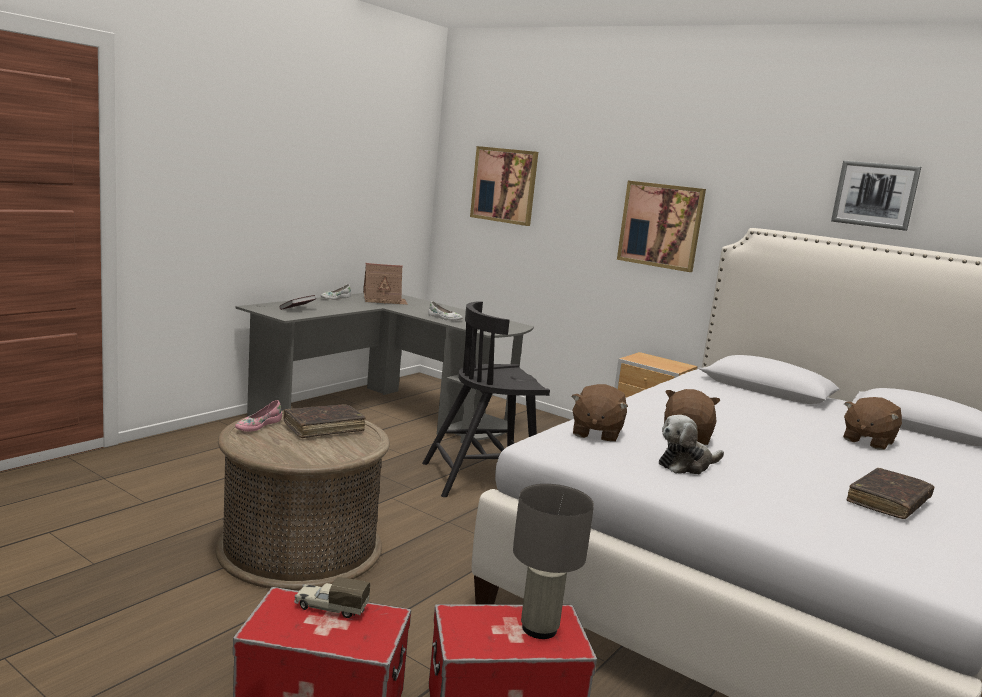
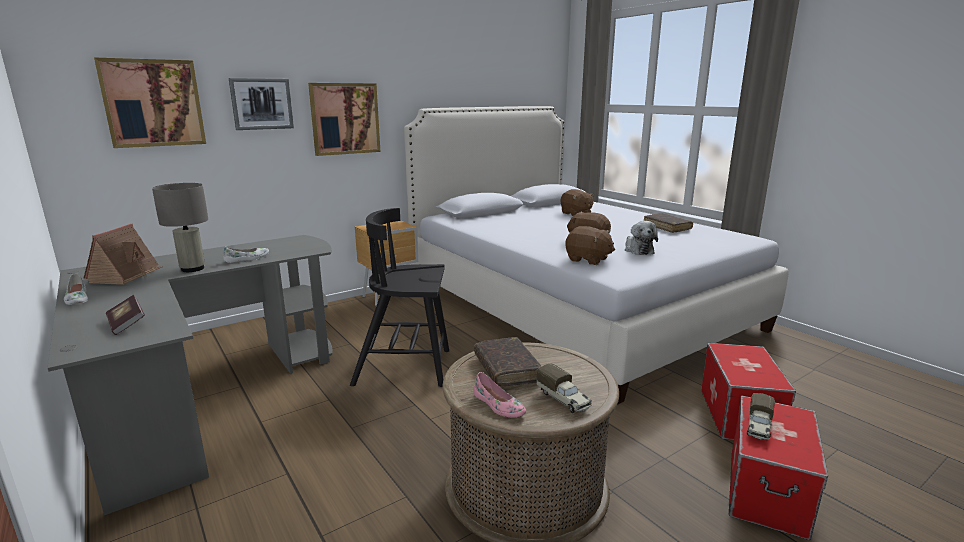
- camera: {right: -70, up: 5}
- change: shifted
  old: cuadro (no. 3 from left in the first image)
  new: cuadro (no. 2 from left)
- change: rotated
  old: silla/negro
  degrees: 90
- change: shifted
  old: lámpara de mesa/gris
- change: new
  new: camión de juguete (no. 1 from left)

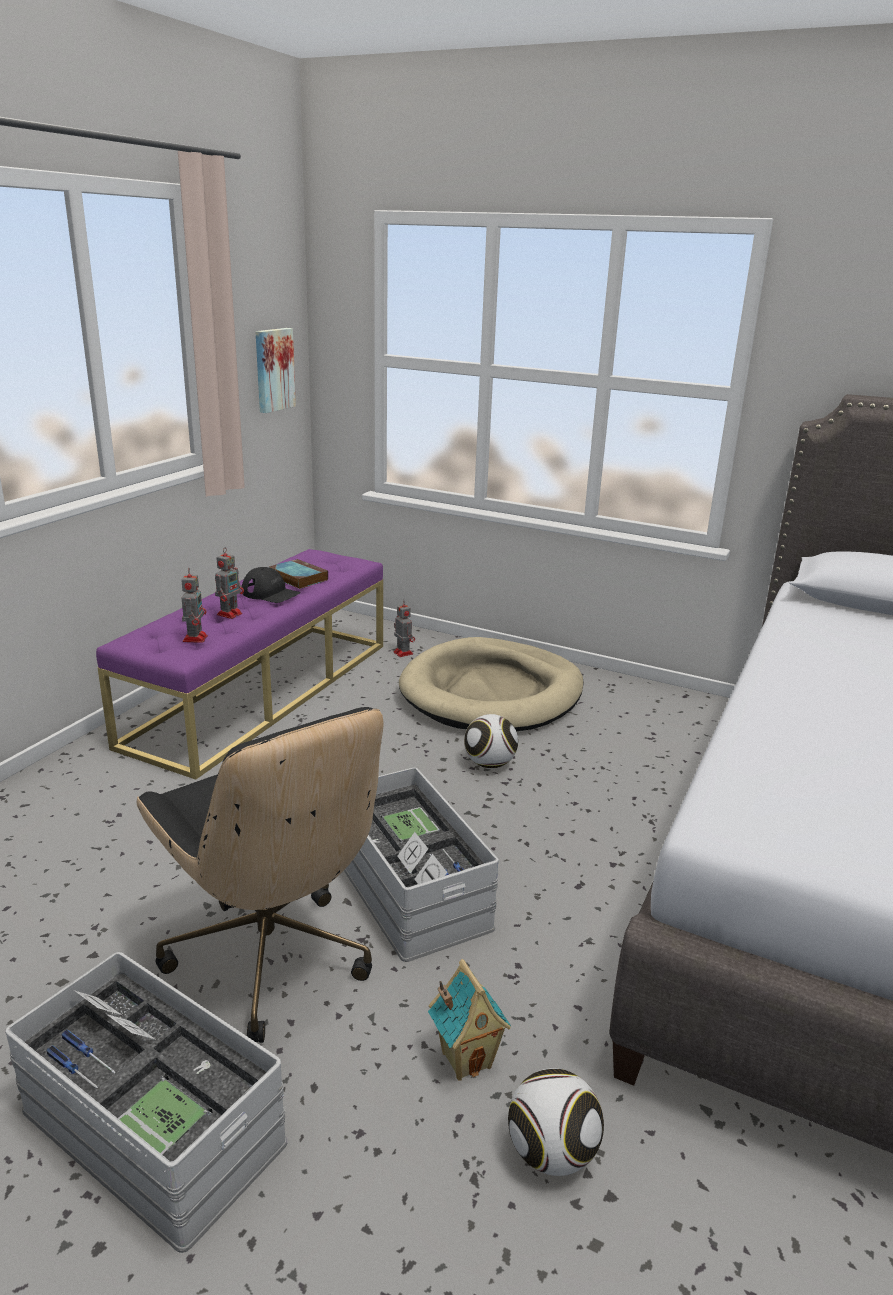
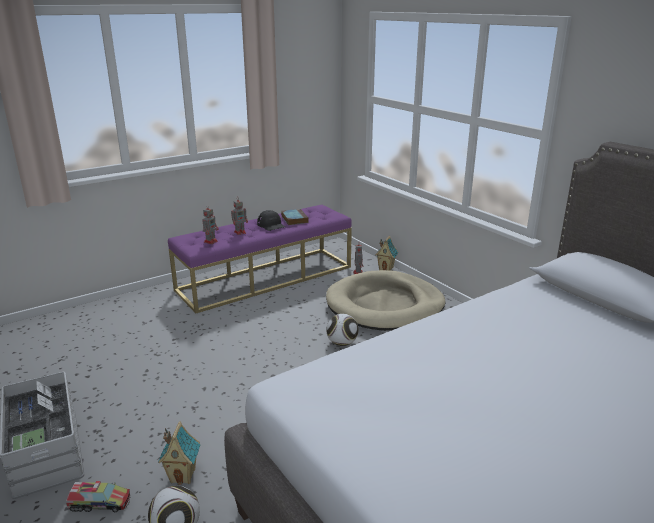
- camera: {right: 30, up: 0}
- change: gone
  old: cuadro
- change: gone
  old: silla de oficina/negro
- change: gone
  old: caja de almacenaje/gris (no. 2 from left)
- change: new
  new: casita (no. 2 from left)
- change: new
  new: camión de juguete

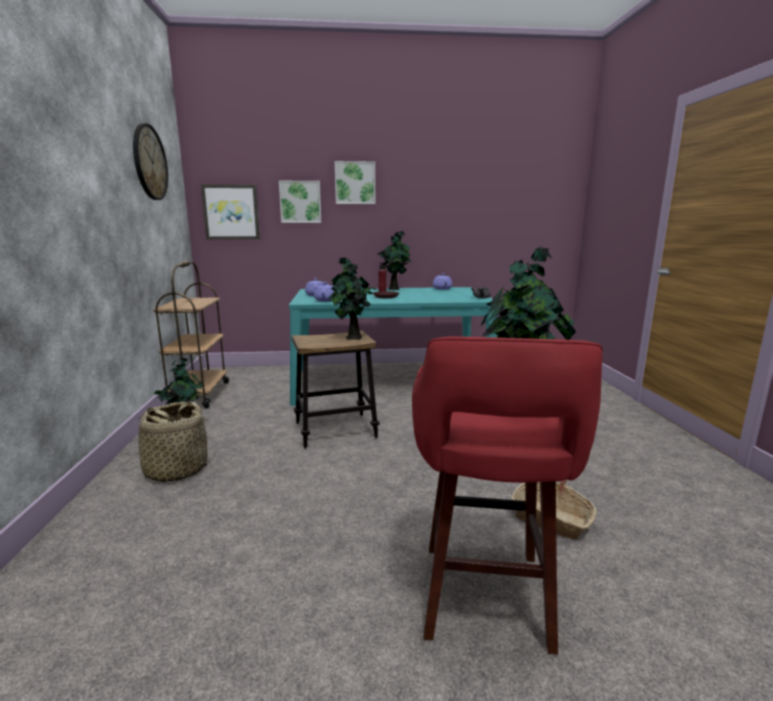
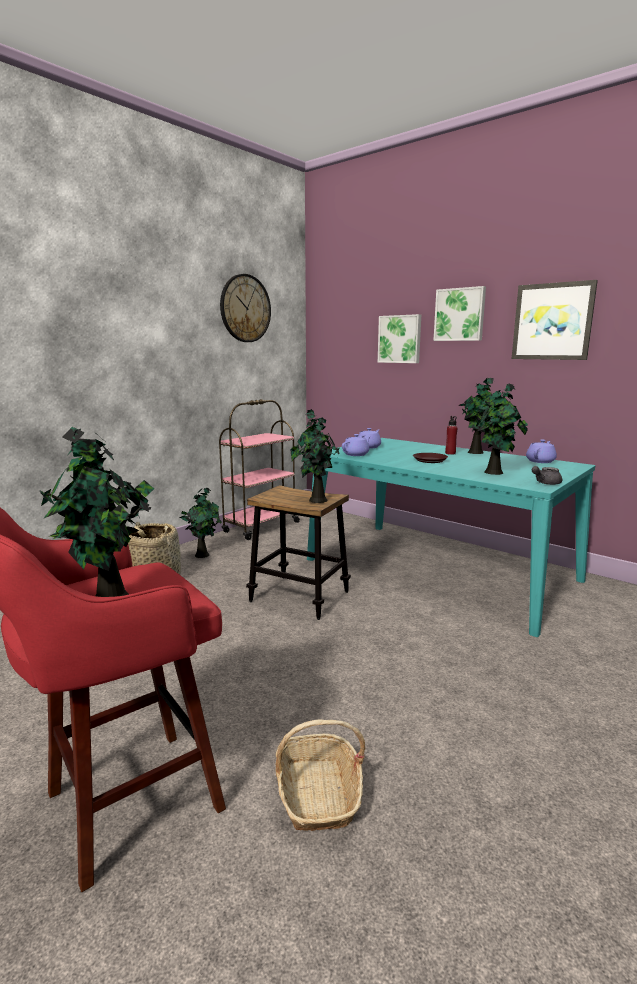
- camera: {right: 45, up: 0}
- change: shifted
  old: cuadro (no. 1 from left in the first image)
  new: cuadro (no. 3 from left)
- change: repainted
  old: carrito/marrón
  new: carrito/rosa
- change: new
  new: planta en maceta (no. 5 from left)

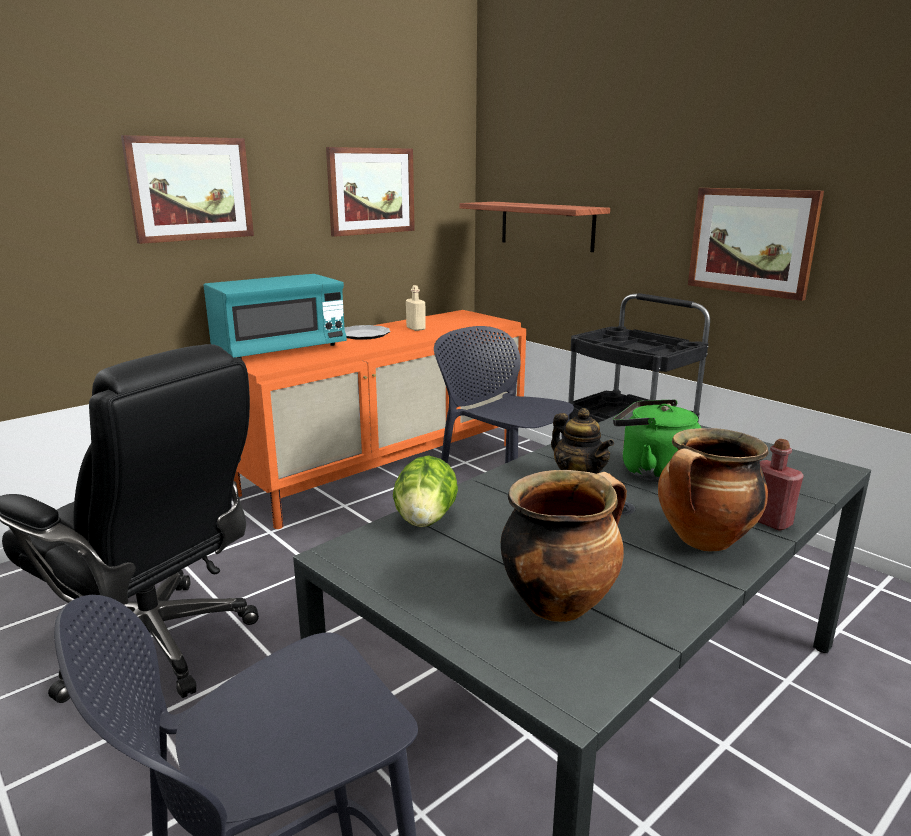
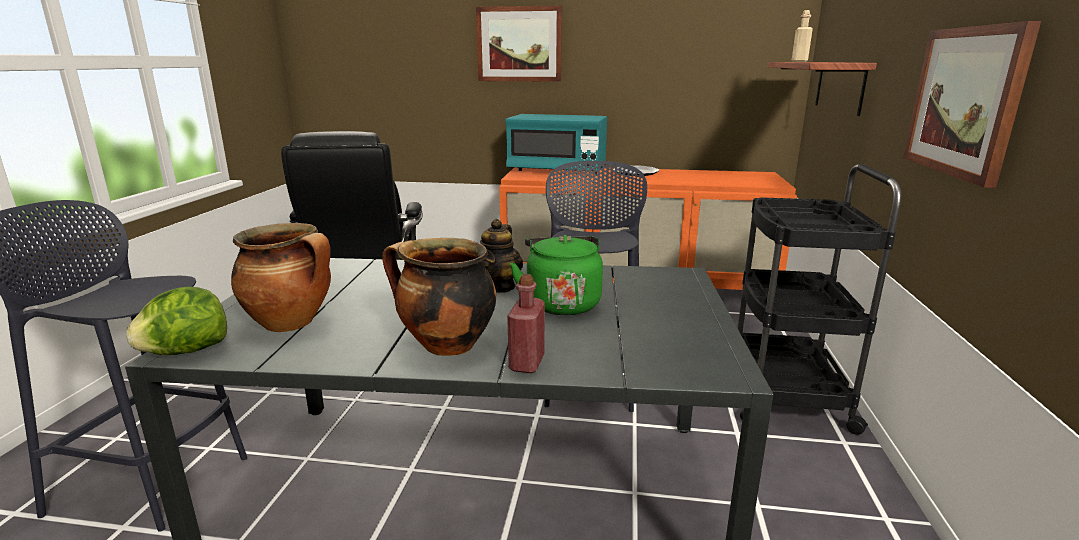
- camera: {right: 50, up: 0}
- change: gone
  old: cuadro (no. 2 from left)
- change: shifted
  old: botella/beis
- change: shifted
  old: lechuga

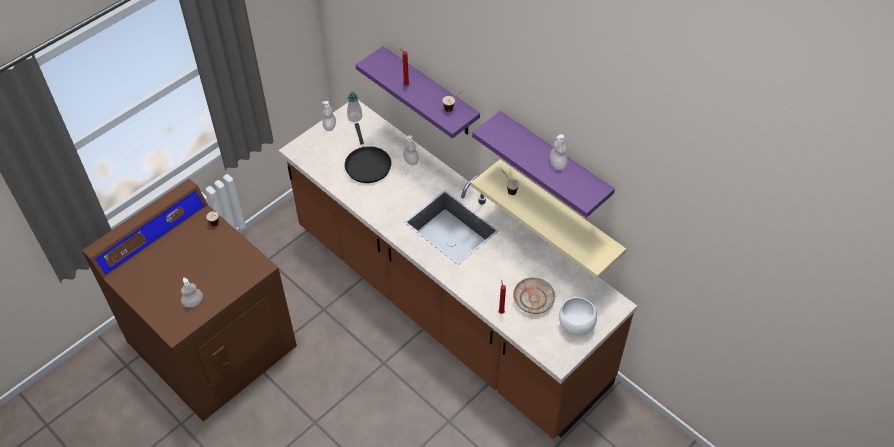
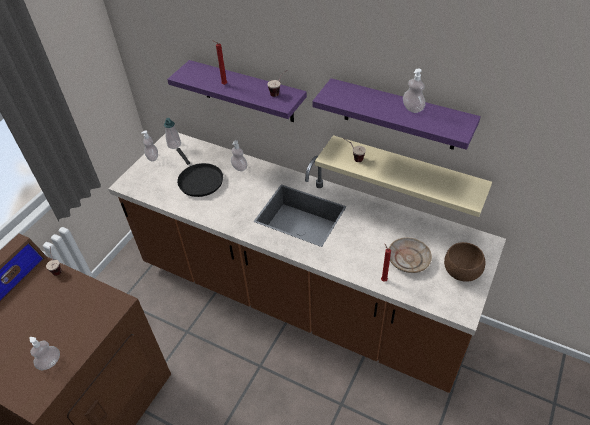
- camera: {right: -15, up: -5}
- change: repainted
  old: cuenco/blanco
  new: cuenco/marrón

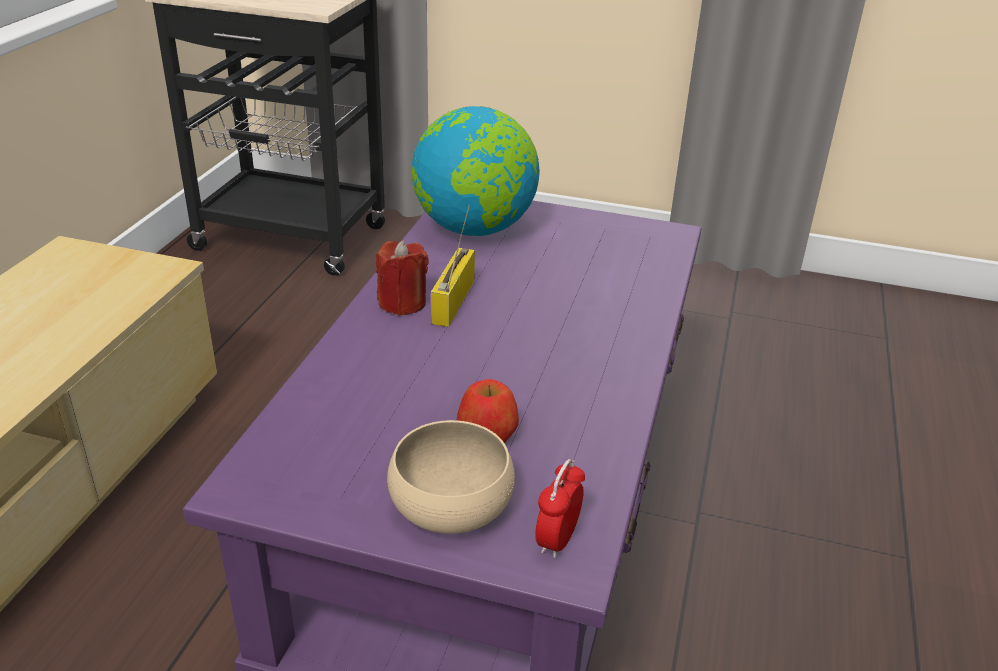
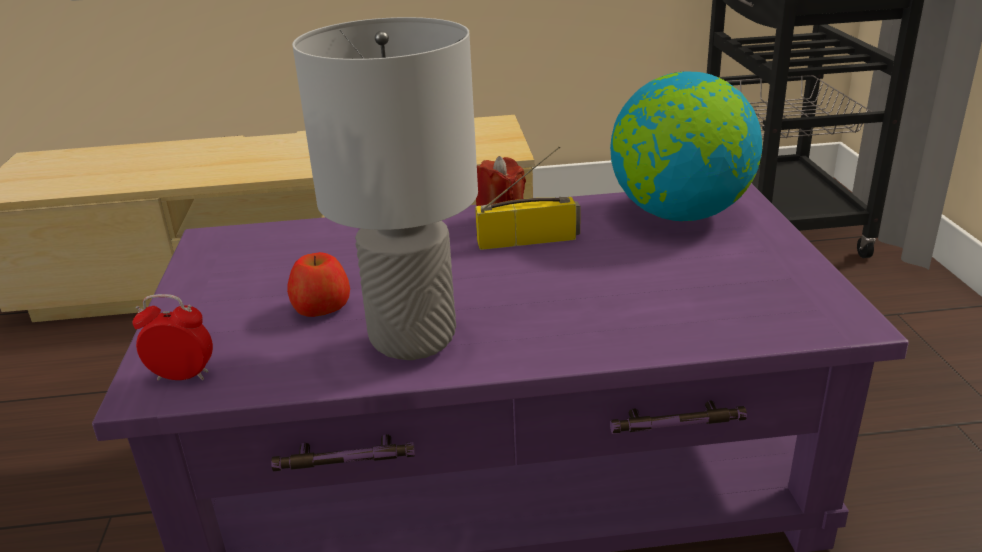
- camera: {right: 70, up: -5}
- change: gone
  old: cuenco/beis
- change: new
  new: lámpara de mesa/gris

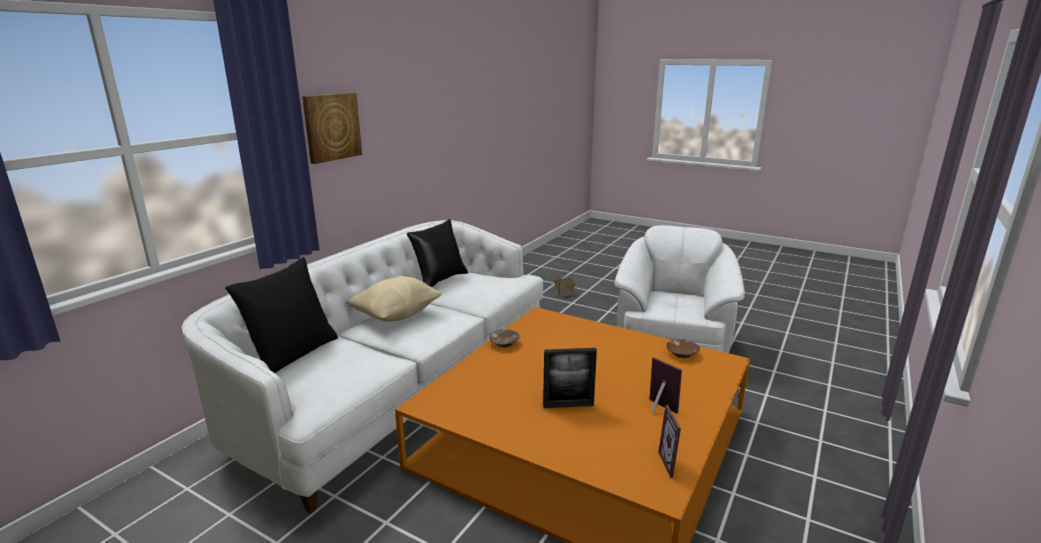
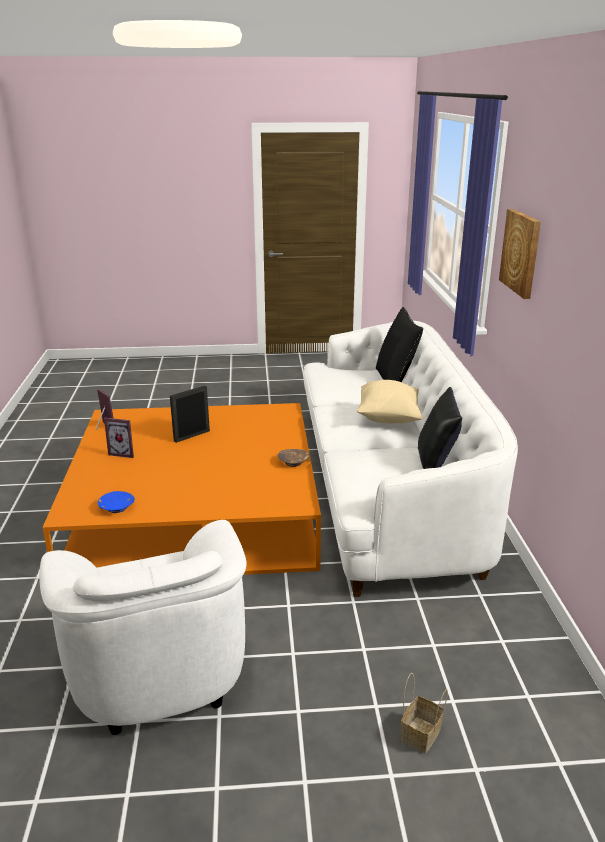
- camera: {right: 145, up: 5}
- change: repainted
  old: cuenco/marrón (no. 2 from left)
  new: cuenco/azul

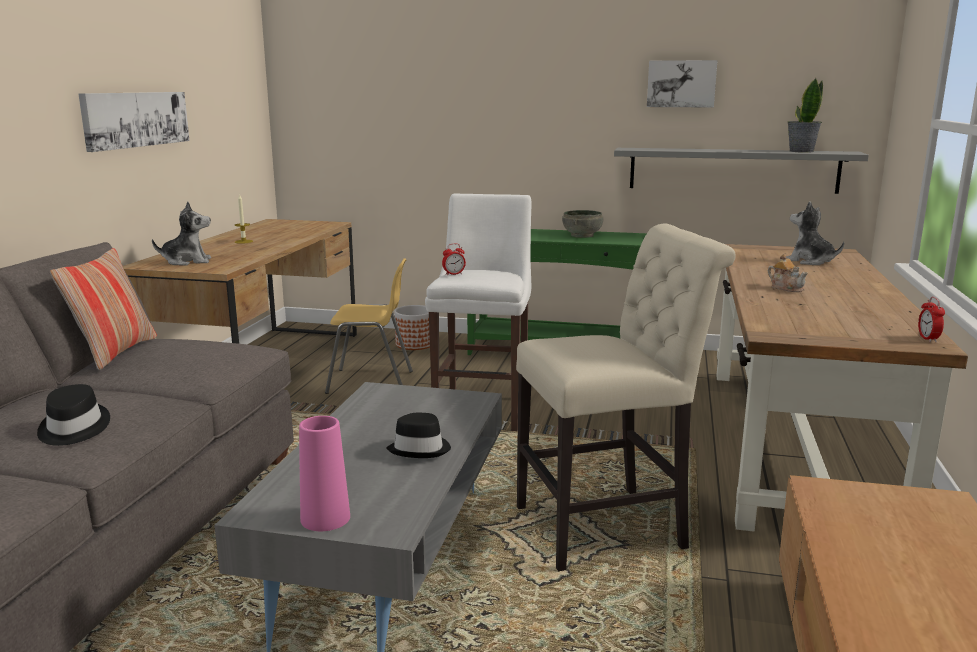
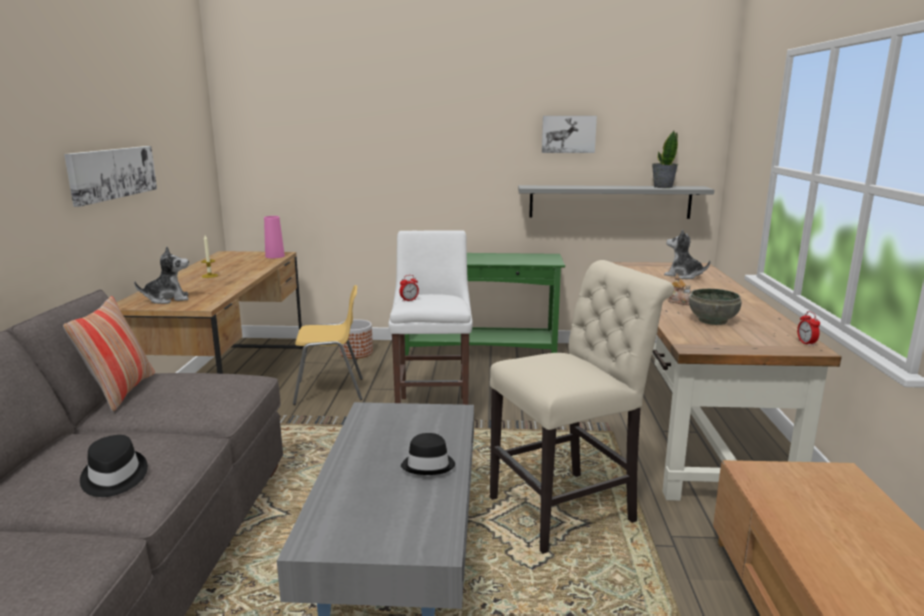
- camera: {right: -10, up: 0}
- change: shifted
  old: cuenco/gris
- change: shifted
  old: florero/rosa

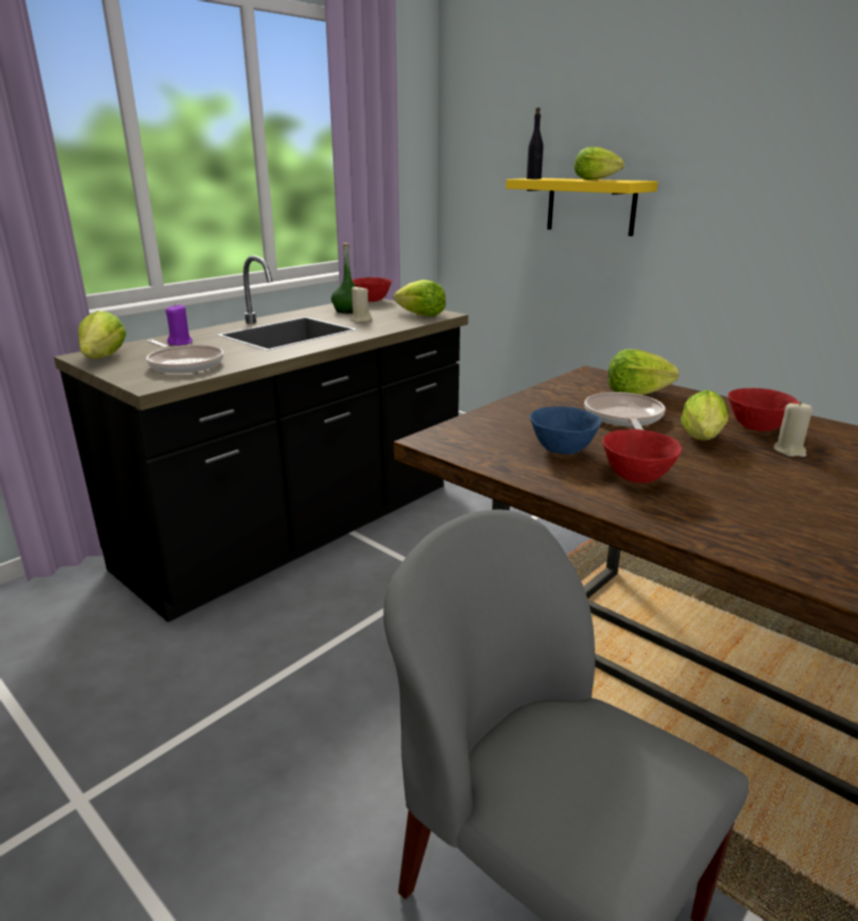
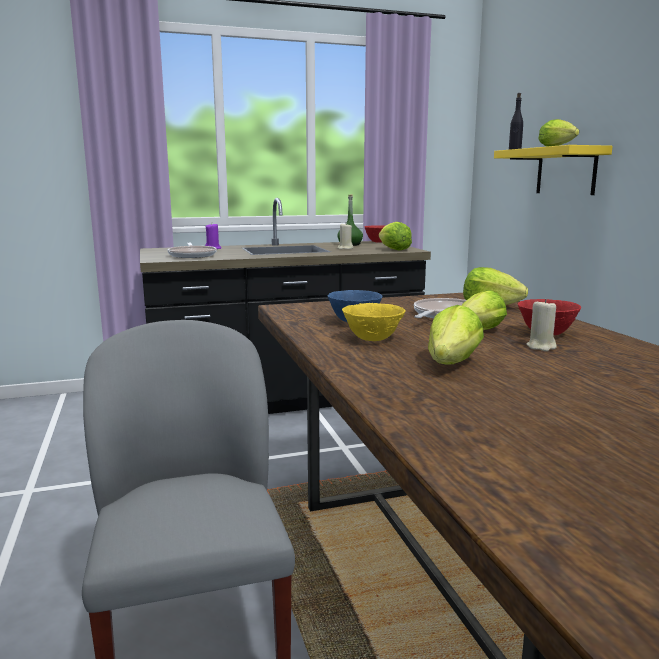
- camera: {right: 30, up: -10}
- change: shifted
  old: lechuga (no. 1 from left in the first image)
  new: lechuga (no. 2 from left)
- change: repainted
  old: cuenco/rojo (no. 2 from left)
  new: cuenco/amarillo

